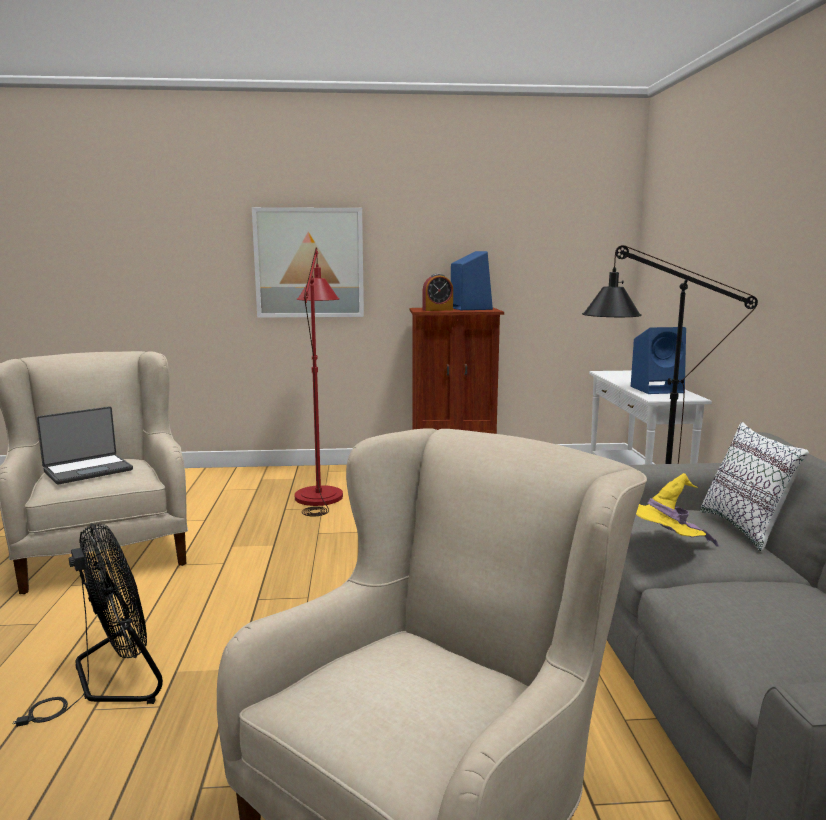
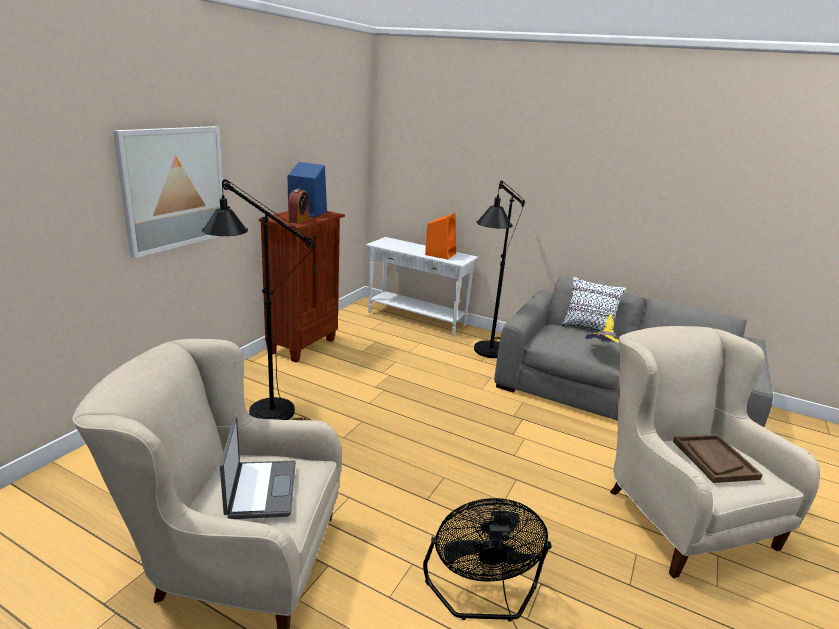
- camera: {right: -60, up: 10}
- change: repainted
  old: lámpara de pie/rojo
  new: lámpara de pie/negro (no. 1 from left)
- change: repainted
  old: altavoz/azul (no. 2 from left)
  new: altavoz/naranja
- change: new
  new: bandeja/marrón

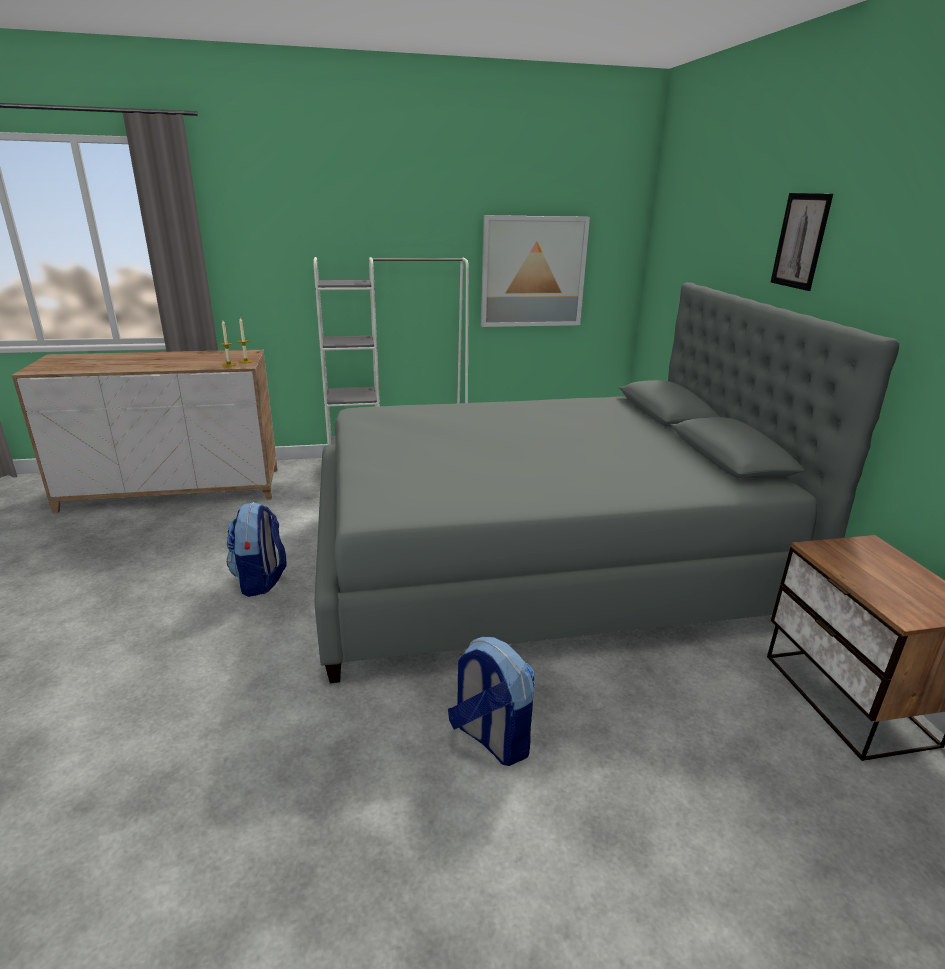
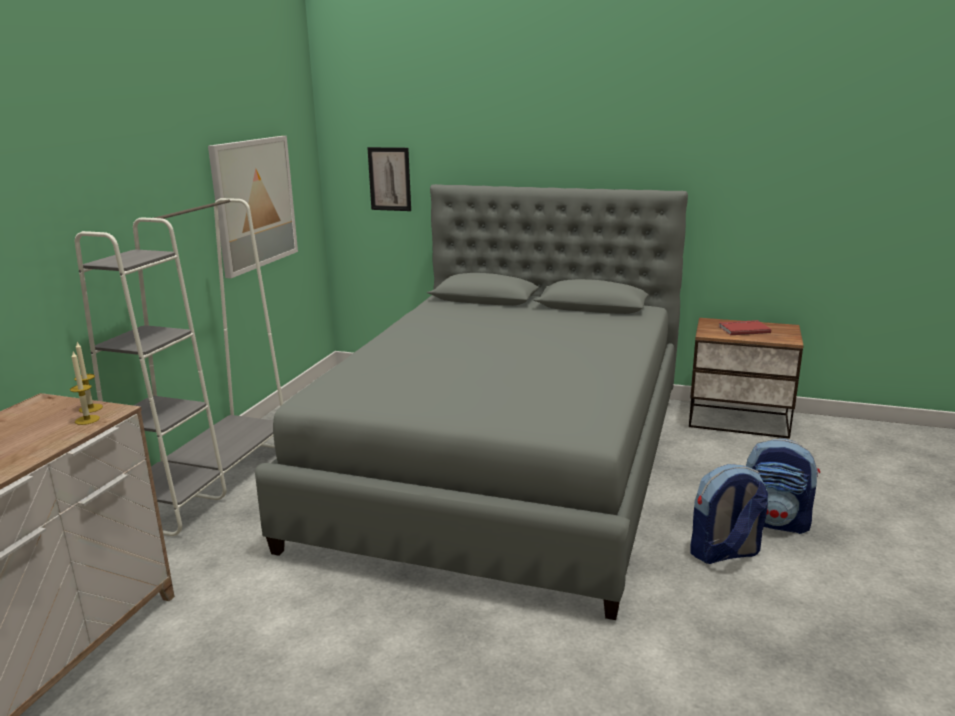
- camera: {right: -60, up: -5}
- change: shifted
  old: cuadro (no. 2 from left)
- change: shifted
  old: mochila (no. 1 from left in the first image)
  new: mochila (no. 2 from left)
- change: new
  new: libro/rojo

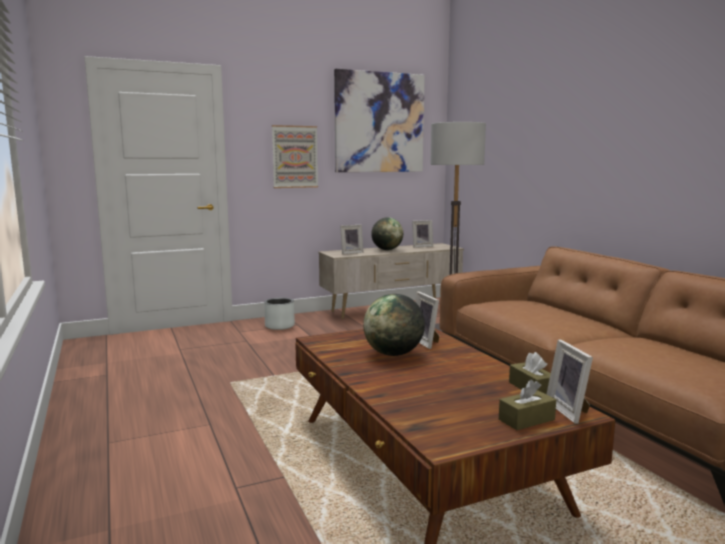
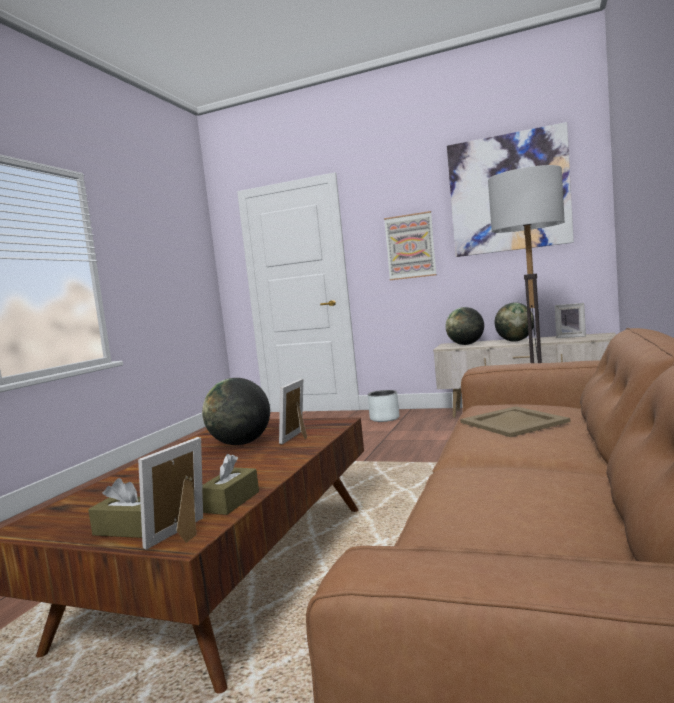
- camera: {right: 45, up: -5}
- change: swapped
  old: portarretratos (no. 1 from left)
  new: globo terráqueo (no. 2 from left)
- change: new
  new: bandeja/beis

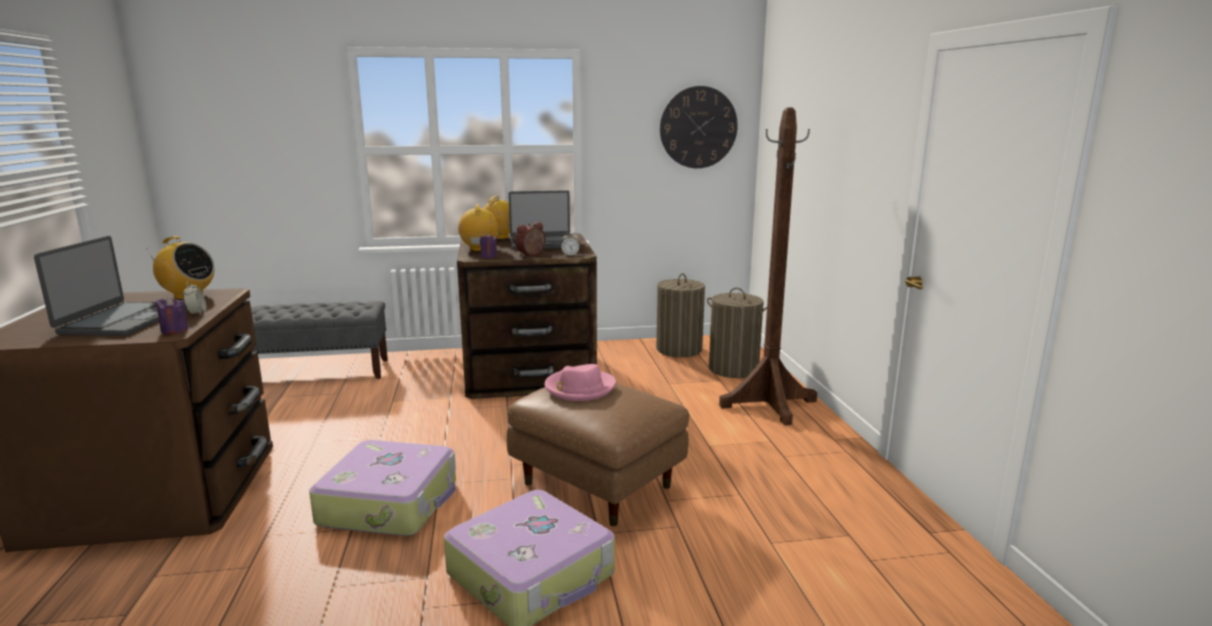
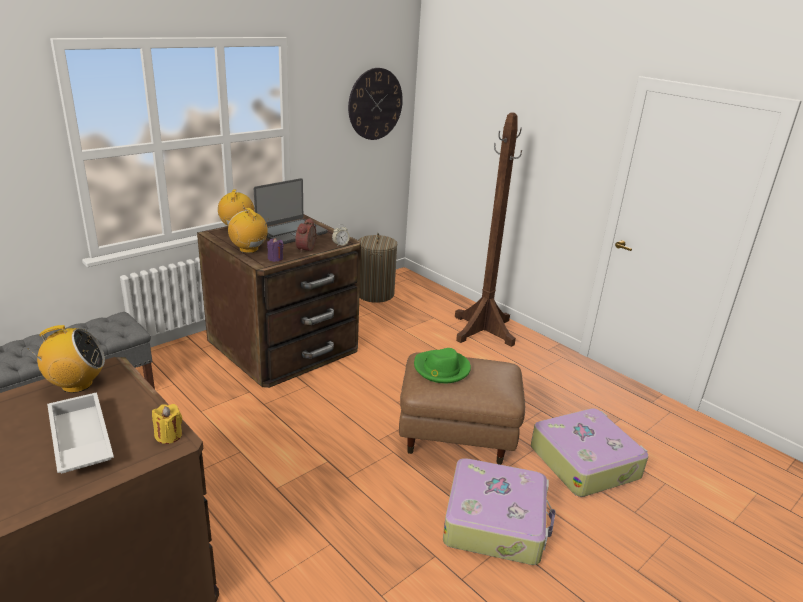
- camera: {right: -35, up: 10}
- change: swapped
  old: portátil (no. 1 from left)
  new: bandeja/blanco
- change: gone
  old: despertador (no. 1 from left)
- change: gone
  old: cesto de la ropa (no. 2 from left)
- change: repainted
  old: vela/morado (no. 1 from left)
  new: vela/amarillo
- change: repainted
  old: sombrero/rosa
  new: sombrero/verde
- change: shifted
  old: maleta (no. 1 from left in the first image)
  new: maleta (no. 2 from left)

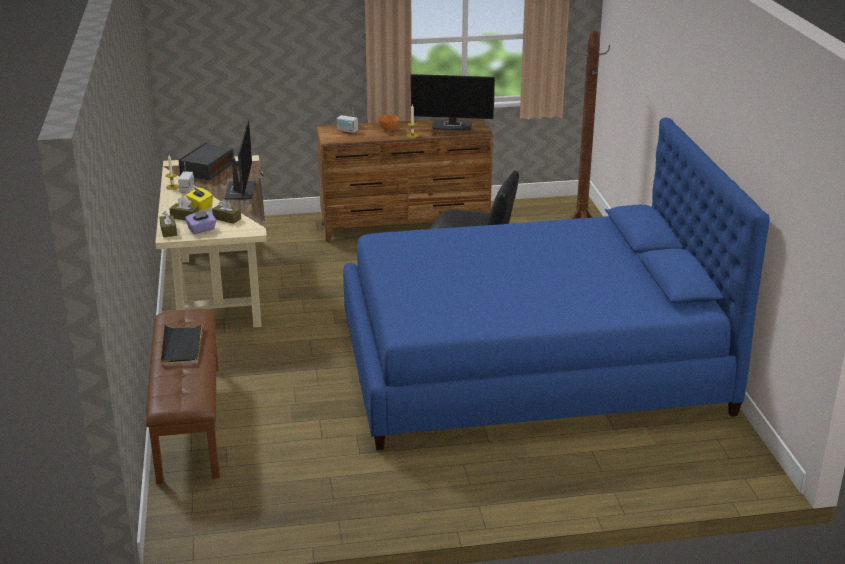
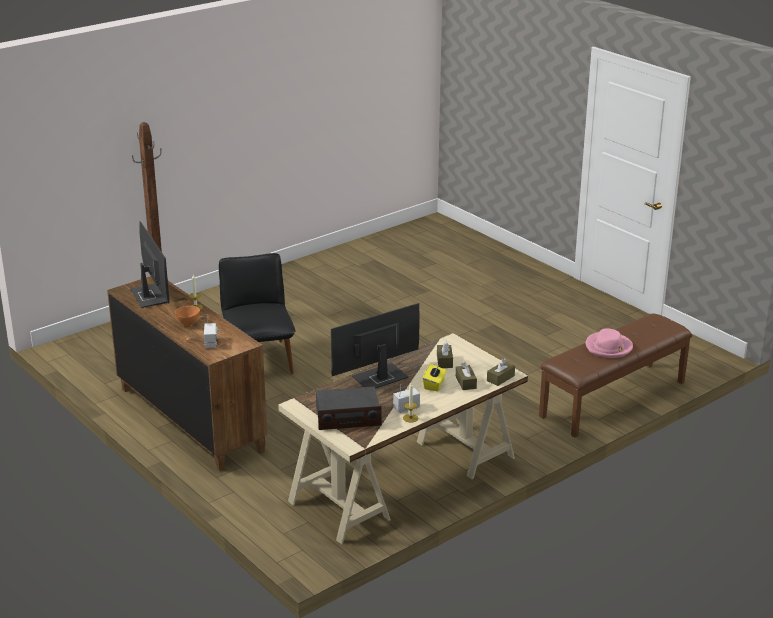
- camera: {right: -120, up: 0}
- change: gone
  old: cama/azul
- change: gone
  old: caja de pañuelos/morado
- change: swapped
  old: bandeja/negro
  new: sombrero/rosa

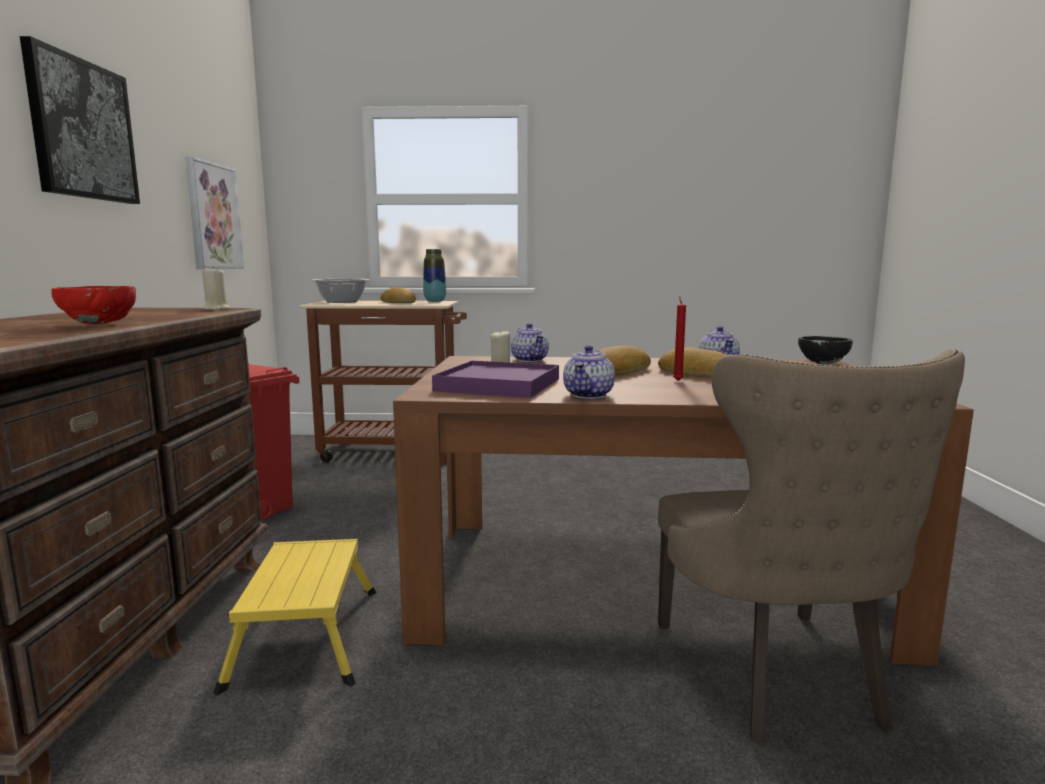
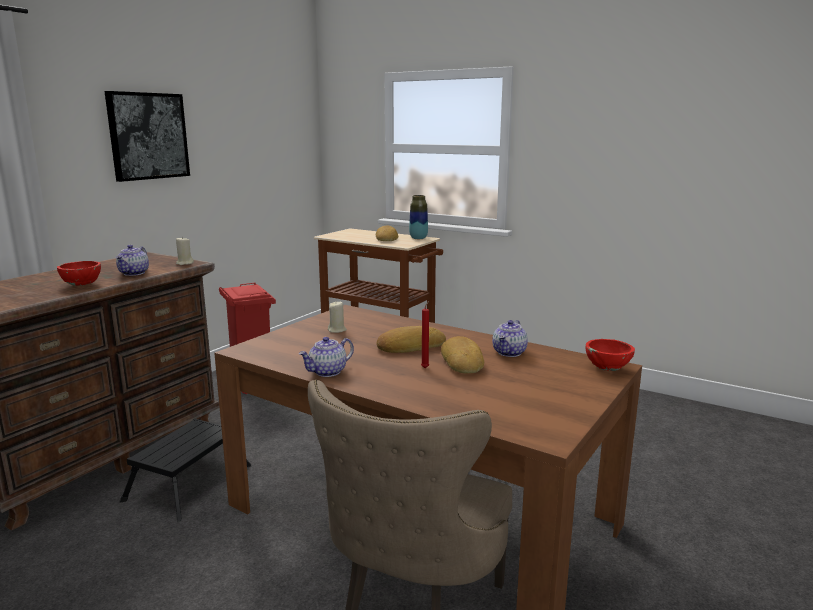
- camera: {right: 30, up: 5}
- change: gone
  old: cuadro (no. 2 from left)
- change: gone
  old: olla
- change: shifted
  old: tetera (no. 1 from left)
- change: repainted
  old: cuenco/negro
  new: cuenco/rojo (no. 2 from left)
- change: gone
  old: bandeja/morado
- change: repainted
  old: escalera de tijera/amarillo
  new: escalera de tijera/negro

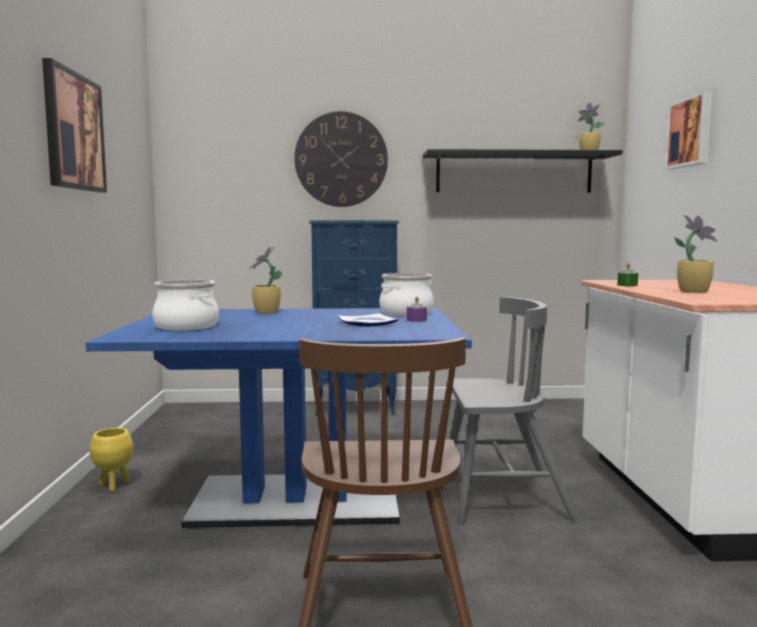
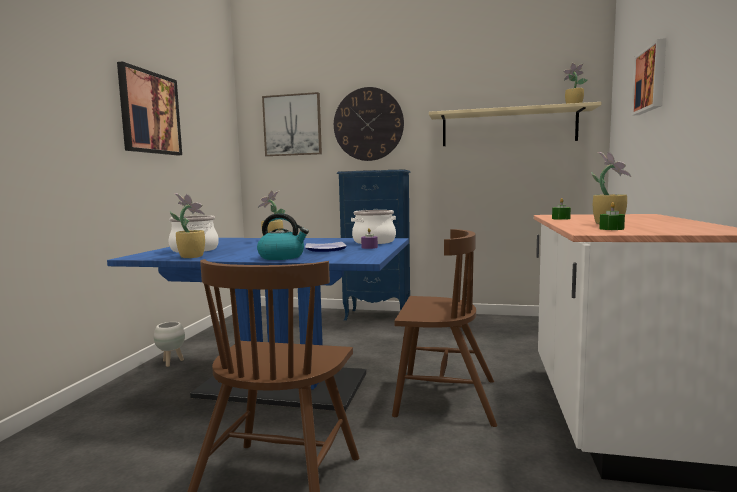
- camera: {right: 15, up: 0}
- change: repainted
  old: estante/negro
  new: estante/beis
- change: repainted
  old: silla/gris
  new: silla/marrón (no. 2 from left)
- change: repainted
  old: maceta/amarillo
  new: maceta/blanco
- change: new
  new: cuadro (no. 2 from left)
- change: new
  new: planta en maceta (no. 1 from left)
- change: new
  new: vela/verde (no. 2 from left)
- change: new
  new: hervidor

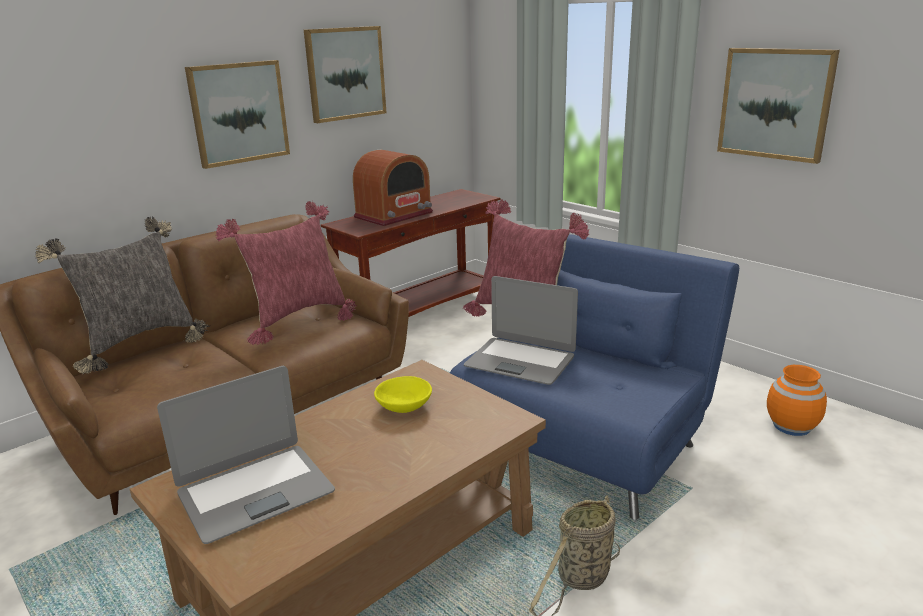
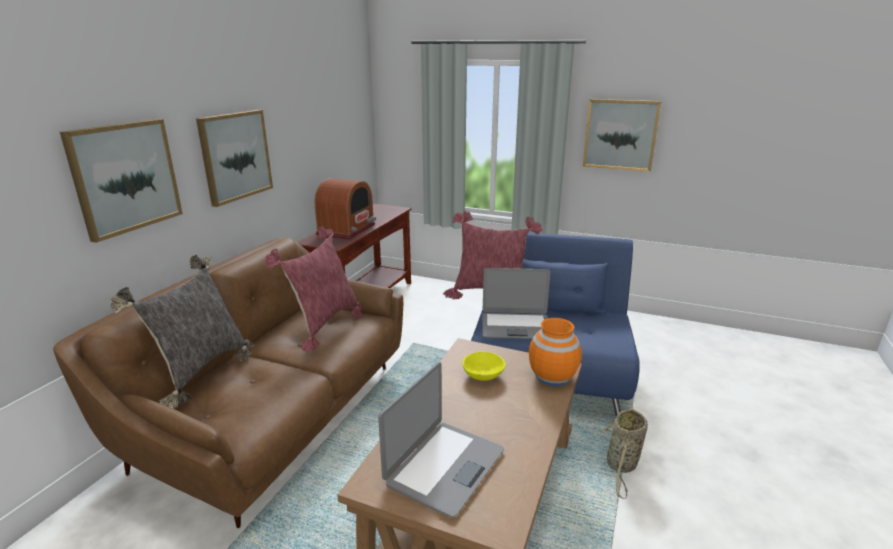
- camera: {right: -25, up: 0}
- change: shifted
  old: cuadro (no. 2 from left in the first image)
  new: cuadro (no. 1 from left)
- change: shifted
  old: florero/naranja

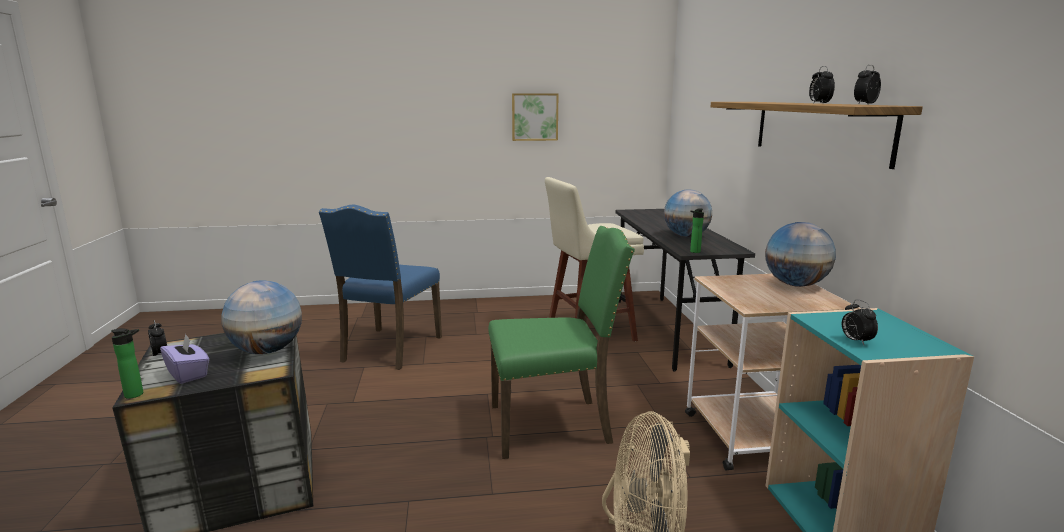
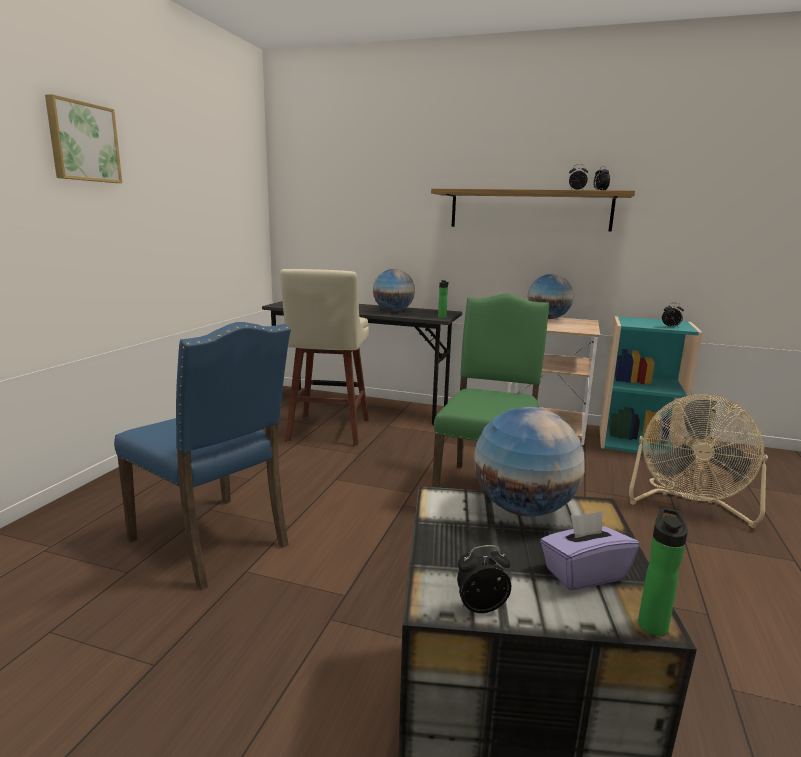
- camera: {right: -65, up: 0}
- change: shifted
  old: cuadro

